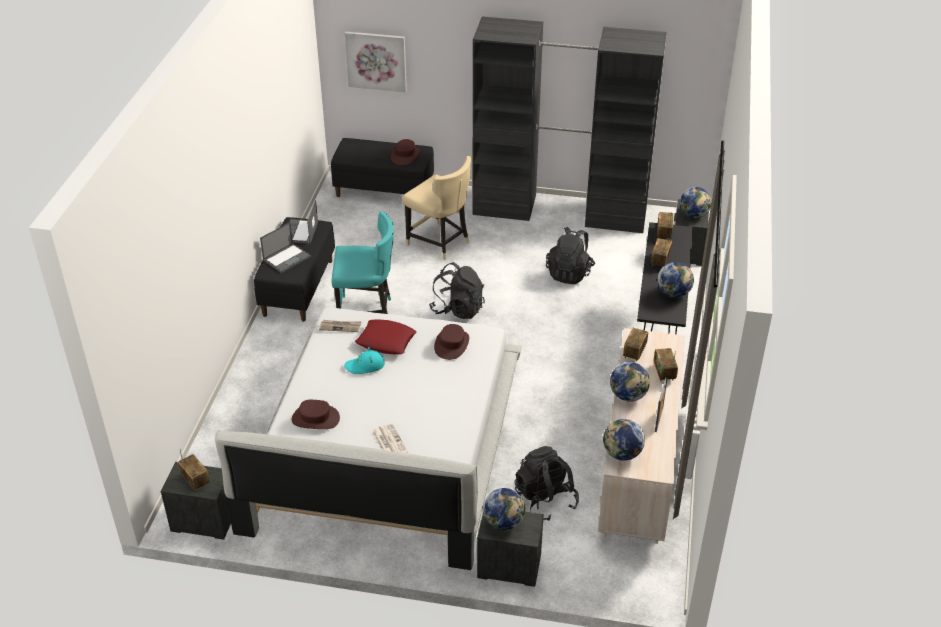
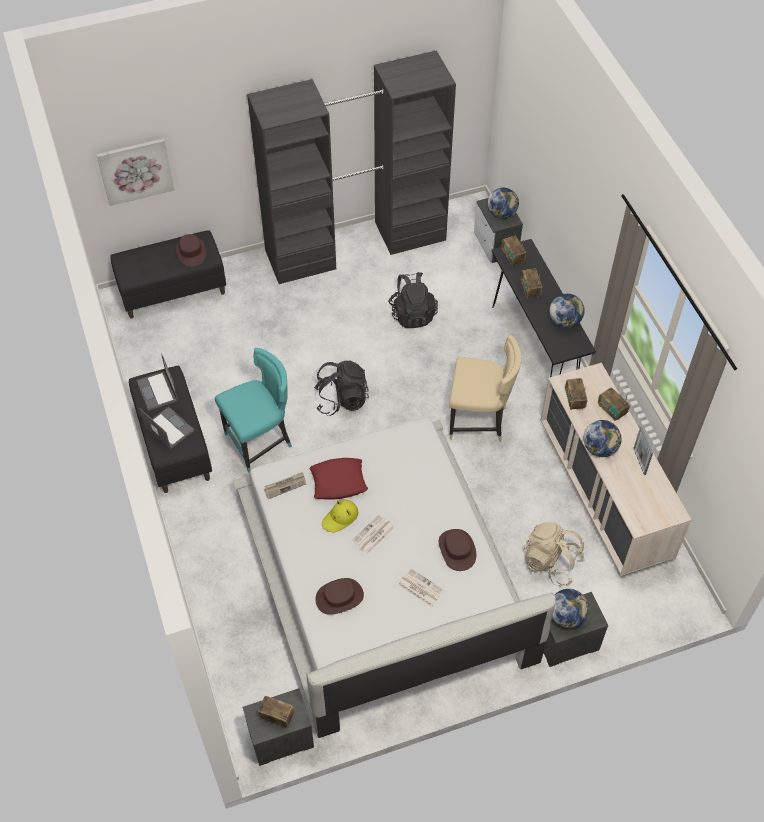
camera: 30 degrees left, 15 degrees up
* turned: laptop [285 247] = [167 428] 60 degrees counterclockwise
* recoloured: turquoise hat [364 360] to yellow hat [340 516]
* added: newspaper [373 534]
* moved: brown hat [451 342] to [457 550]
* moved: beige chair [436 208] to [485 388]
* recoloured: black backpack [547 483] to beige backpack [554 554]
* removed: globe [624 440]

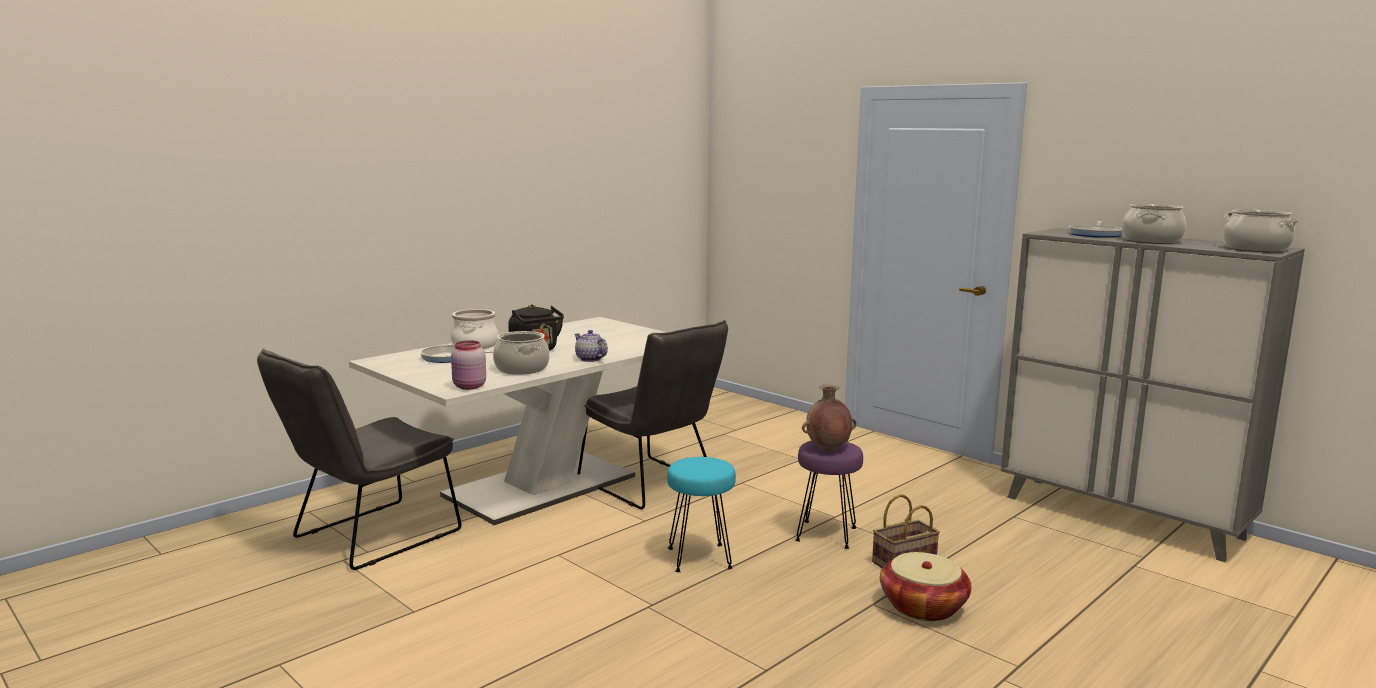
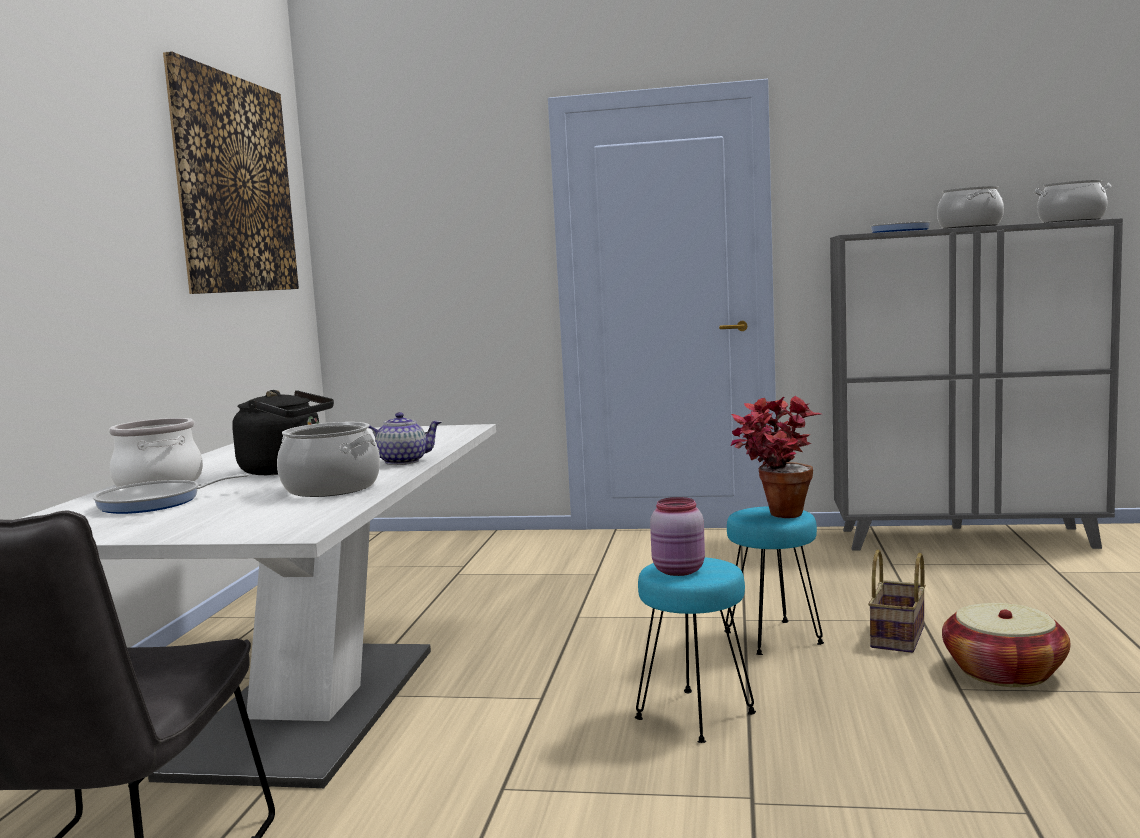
camera: 35 degrees left, 5 degrees down
* added: picture [231 172]
* turned: teapot [591 346] = [405 438] 150 degrees clockwise
* moved: pink jar [468 365] to [677 536]
* recoloured: purple stool [829 495] to turquoise stool [774 580]
* replaced: brown vase [829 418] to potted plant [776 457]
* removed: grey chair [653 414]

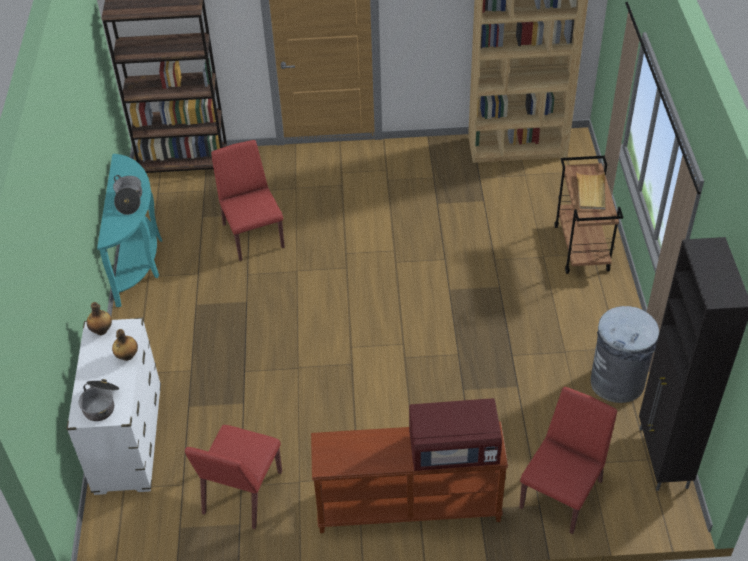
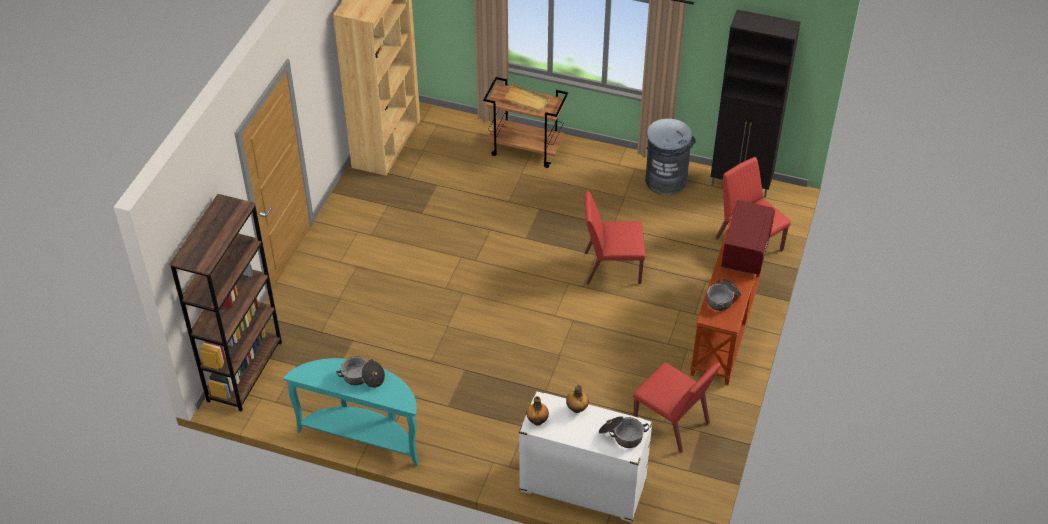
camera: 70 degrees left, 0 degrees up
* moved: red chair [248 200] to [614 237]
* added: cooking pot [724 295]

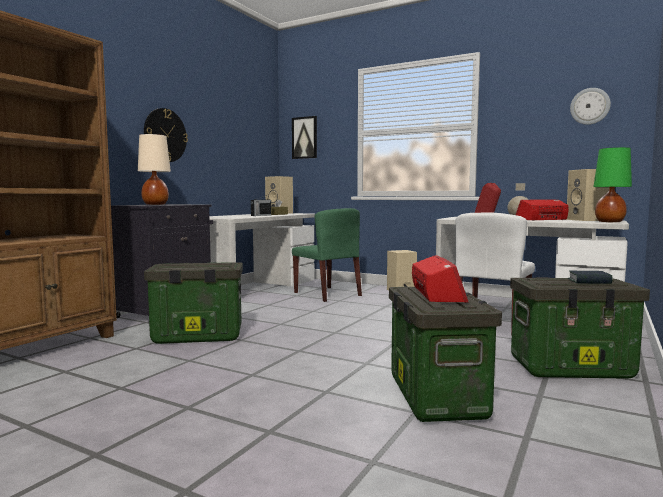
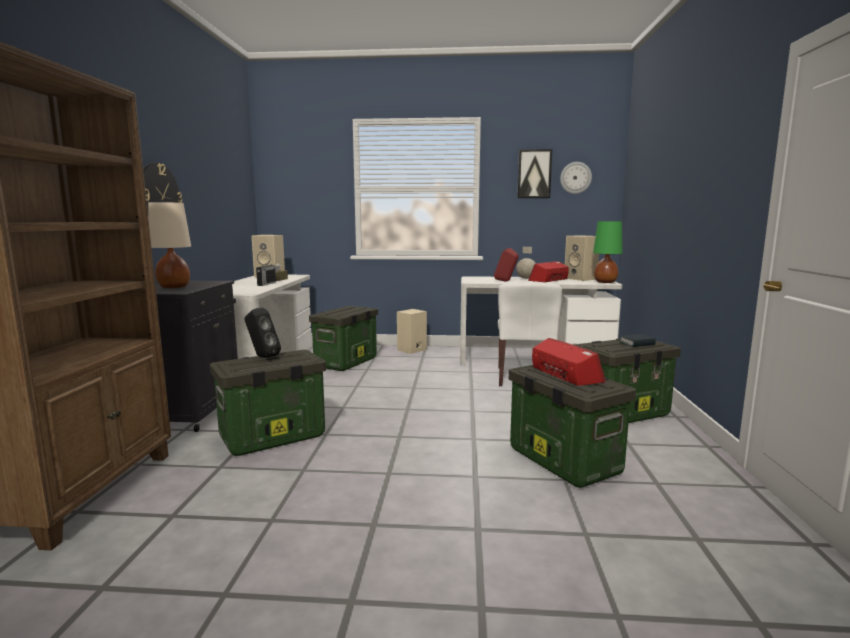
camera: 25 degrees left, 5 degrees up
* added: black speaker [263 333]
* replaced: green chair [327 255] to storage box [343 338]
* moved: picture [304 137] to [534 173]

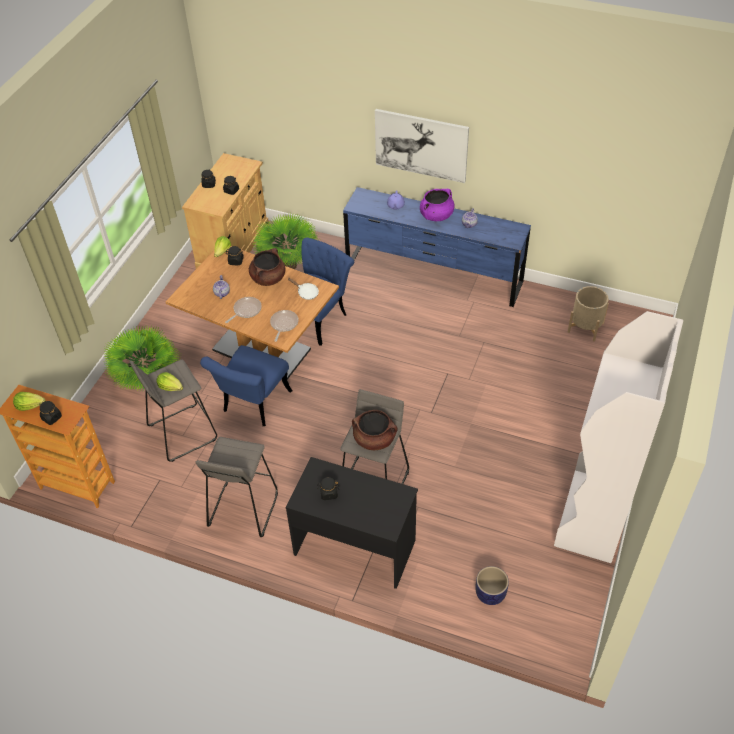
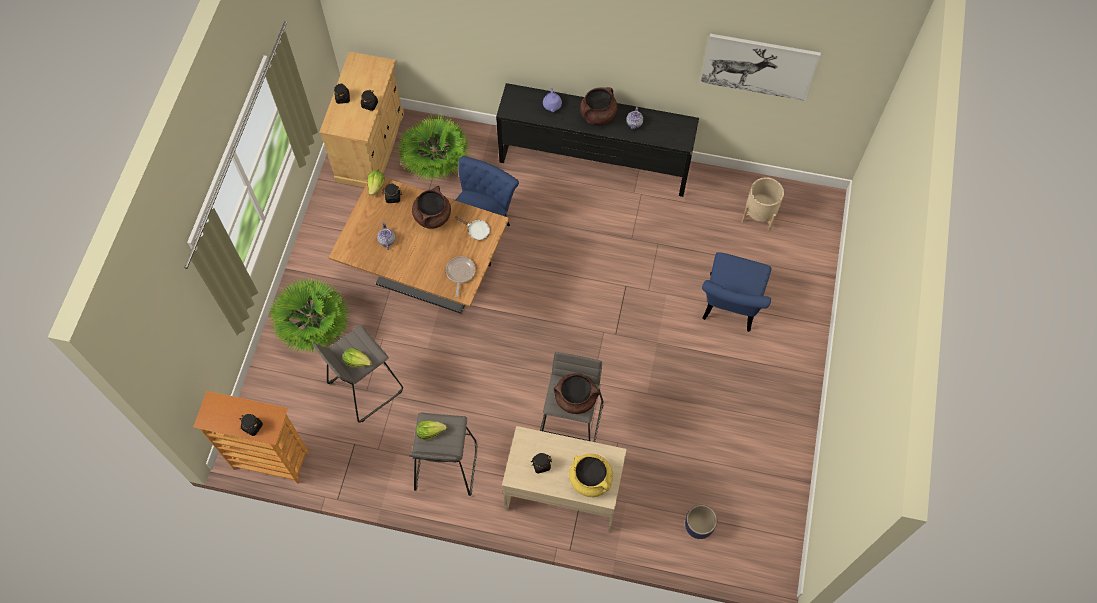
camera: 10 degrees left, 15 degrees up
* moved: lettuce [29 401] to [431 430]
* recoloured: blue dresser [437 247] to black dresser [597 140]
* recoloured: black desk [351 523] to beige desk [564 479]
* added: yellow cooking pot [591 475]
* recoloured: purple cooking pot [437 205] to brown cooking pot [599 106]
* moved: picture [422 146] to [760 67]
* moved: blue chair [246 385] to [737 292]
* removed: frying pan [243 310]
* removed: white bookcase [618 437]

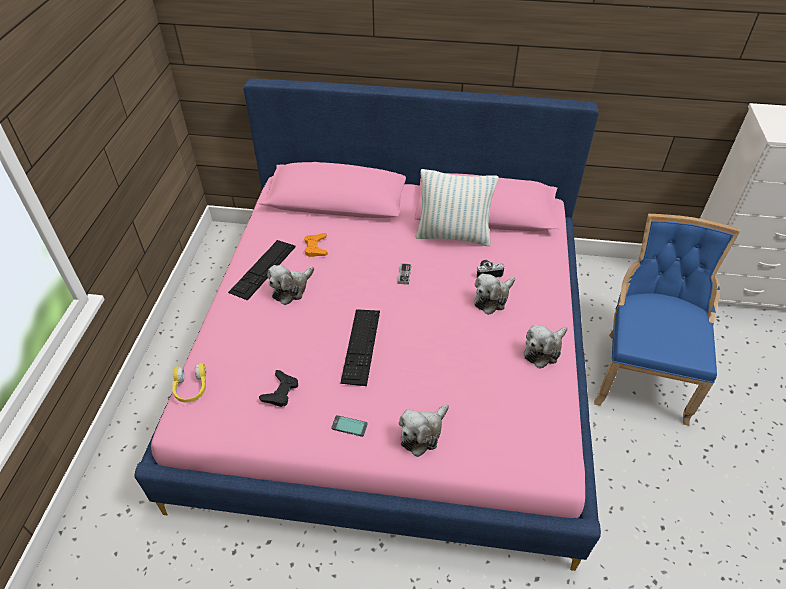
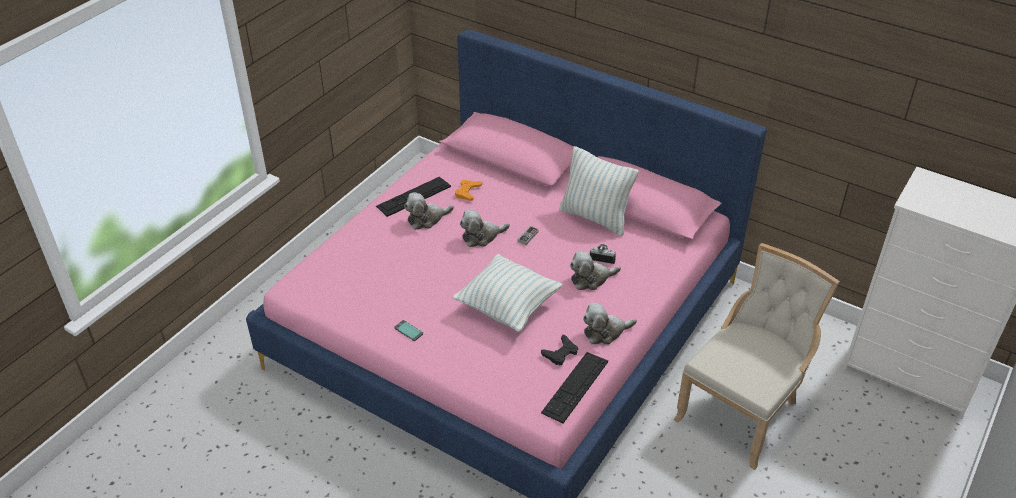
camera: 25 degrees right, 5 degrees down
* added: pillow [508 293]
* moved: plush toy [424 430] to [485 228]
* moved: black game controller [278 388] to [559 350]
* moved: keyboard [360 347] to [574 388]
* recoloured: blue chair [667 320] to beige chair [756 356]
* removed: yellow headphones [189 383]

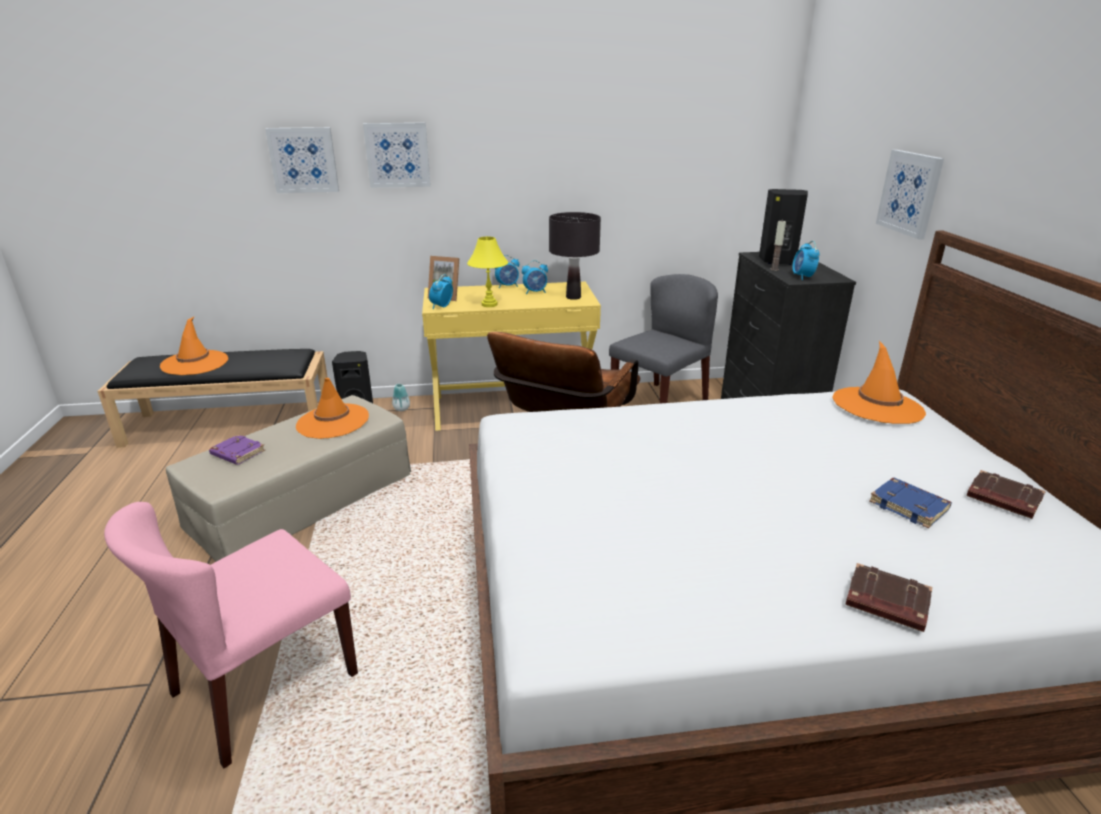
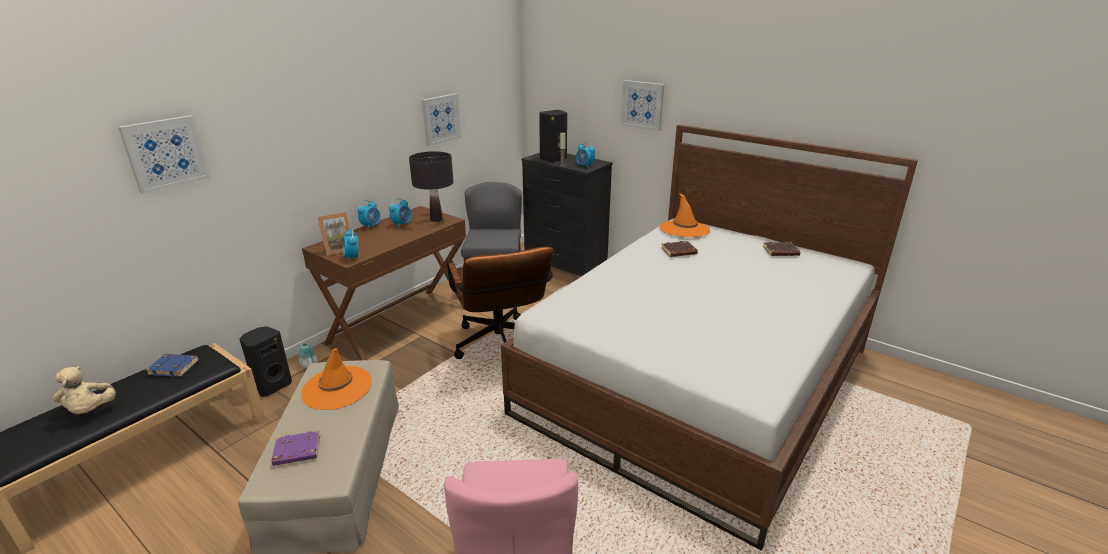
camera: 45 degrees left, 0 degrees up
* replaced: orange hat [194 345] to beige plush toy [84 390]
* moved: blue book [910 502] to [172 365]
* recoloured: yellow desk [511 356] to brown desk [384 283]
* moved: picture [397 155] to [441 119]
* moved: brown book [889 597] to [679 249]
* removed: yellow table lamp [487 272]

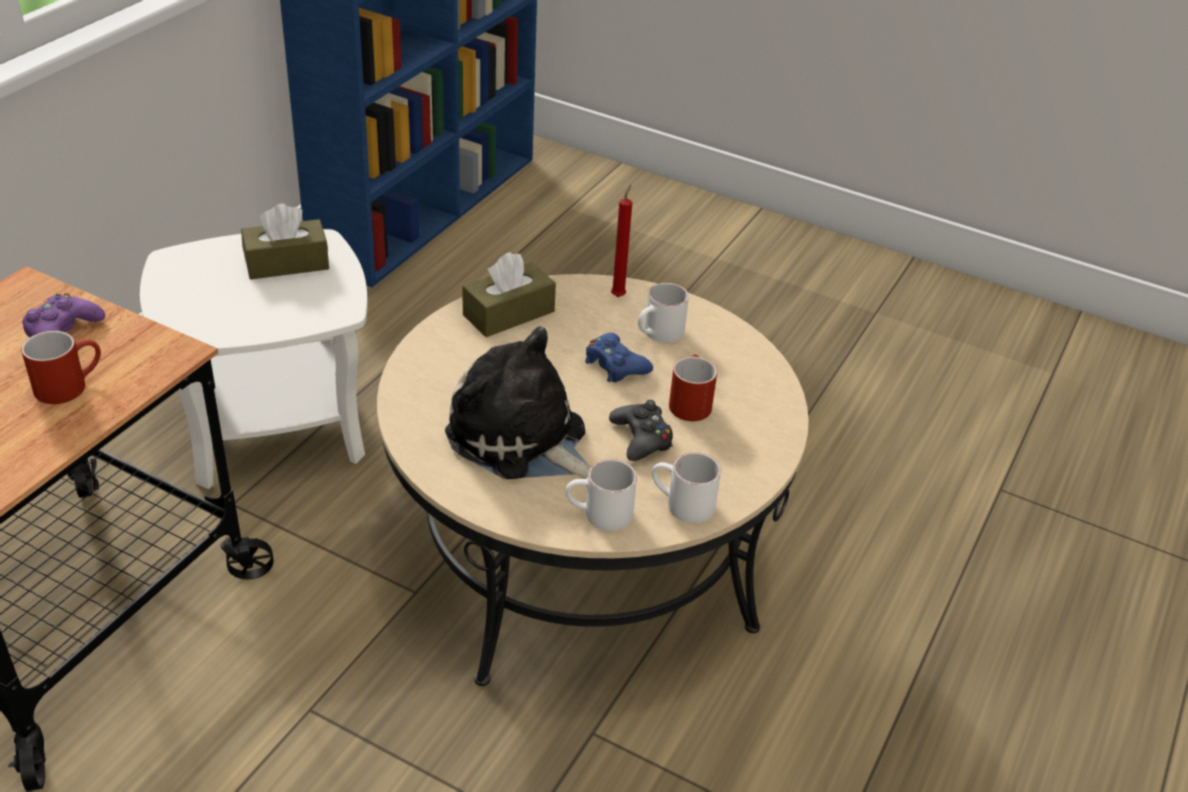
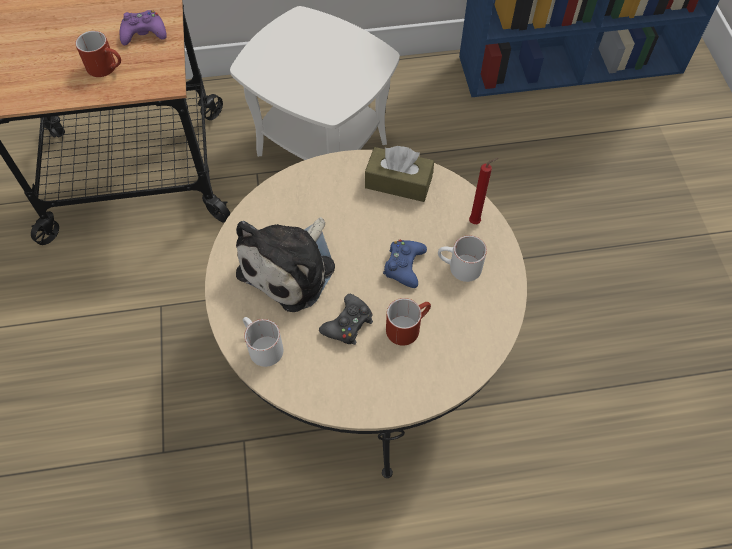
camera: 55 degrees right, 20 degrees up
* turned: plush toy [518 403] = [285 264] 150 degrees counterclockwise
* removed: brown tissue box [285 241]
* removed: white mug [686 487]

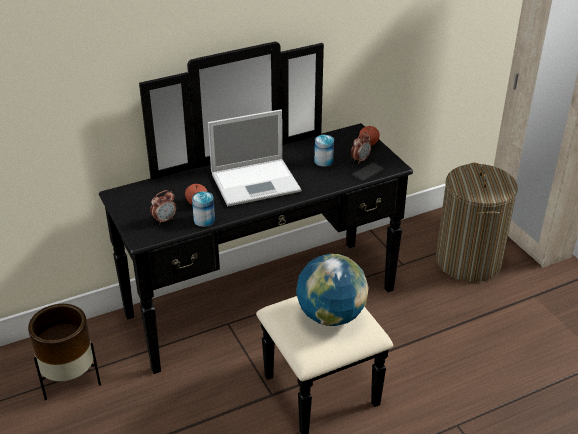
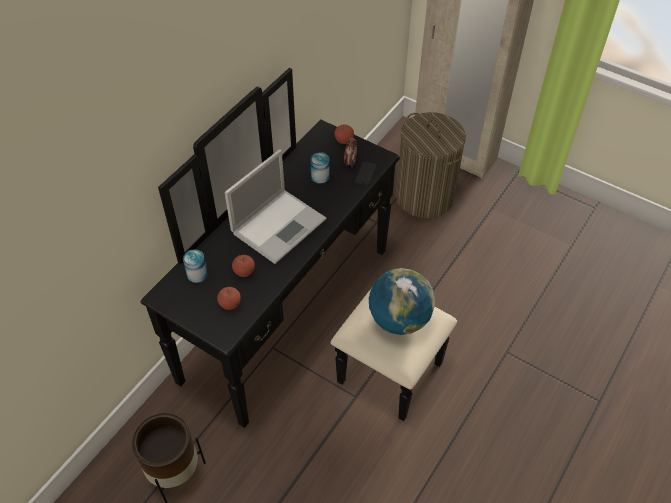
camera: 30 degrees left, 15 degrees up
* moved: can [203 209] to [195 266]
* replaced: alarm clock [163 207] to apple [229 298]

